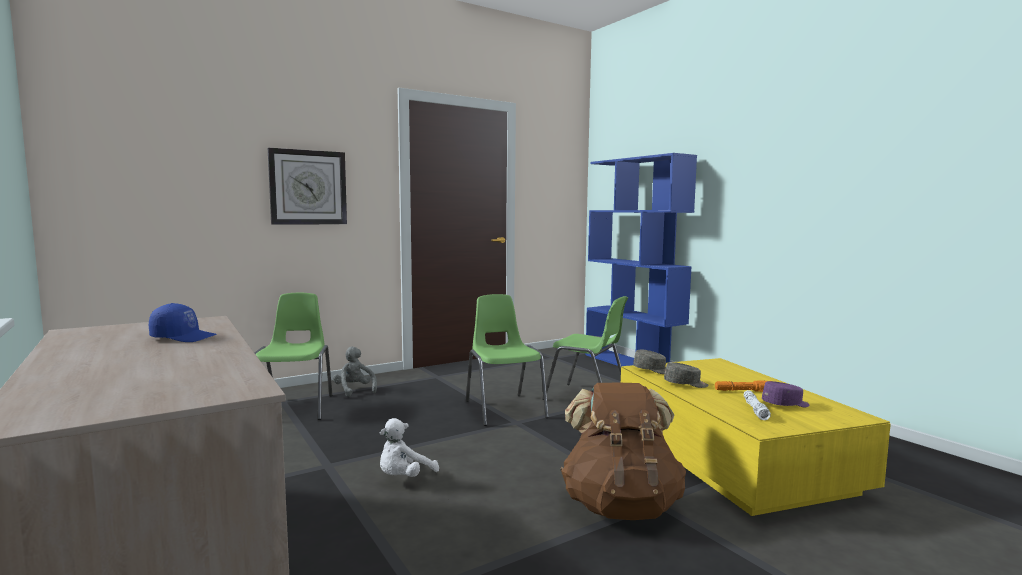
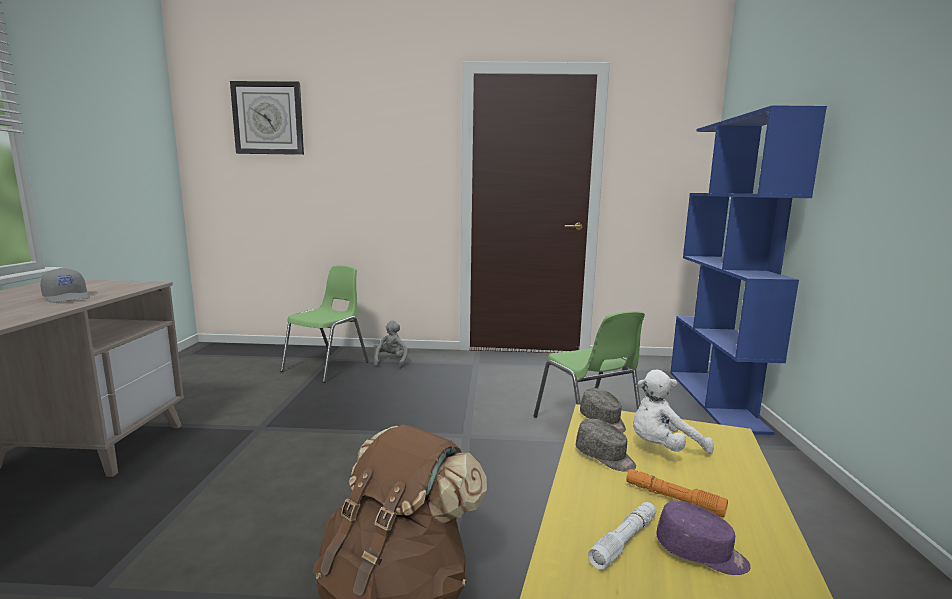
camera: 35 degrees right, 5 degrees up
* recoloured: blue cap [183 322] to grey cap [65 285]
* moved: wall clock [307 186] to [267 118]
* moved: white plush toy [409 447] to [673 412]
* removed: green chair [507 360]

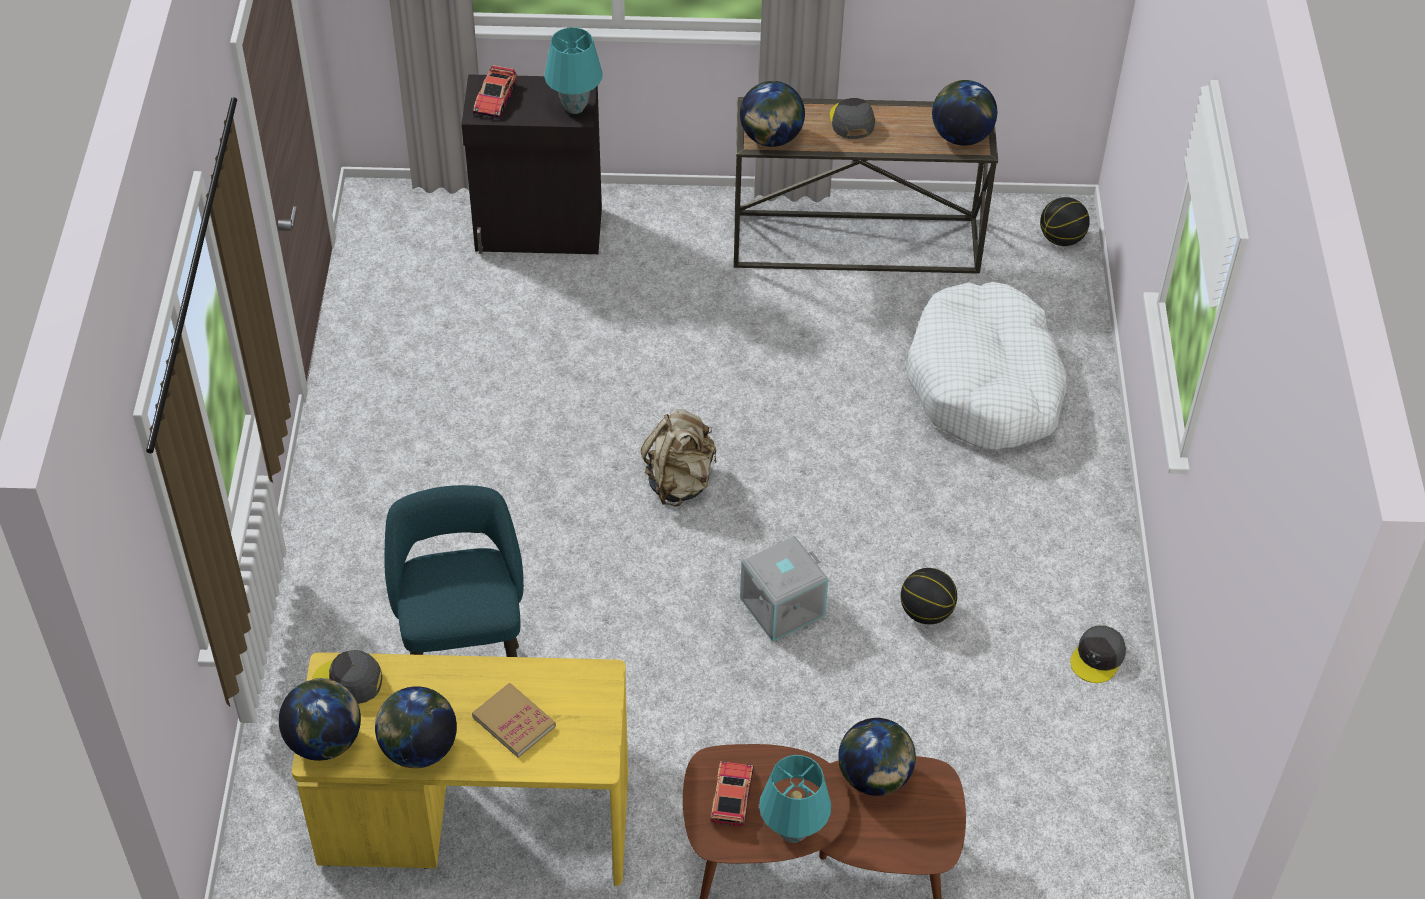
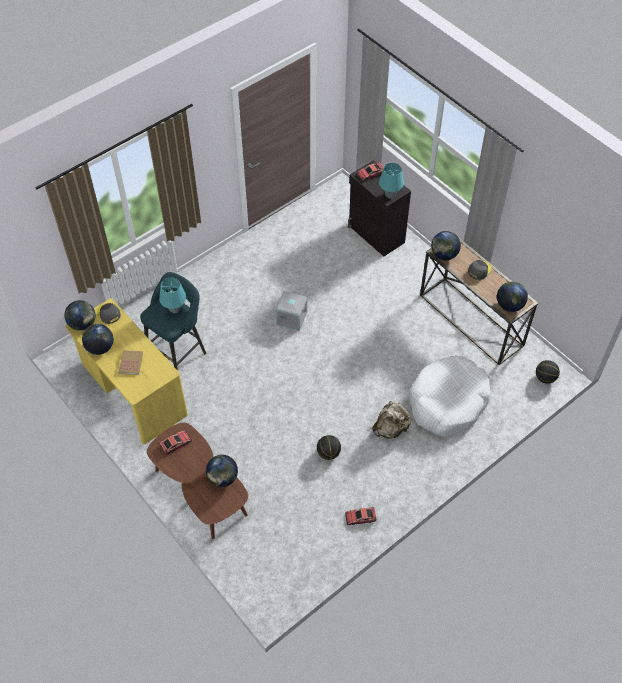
camera: 50 degrees right, 5 degrees up
* moved: turquoise table lamp [795 799] to [172 295]
* moved: grey storage box [784 589] to [291 311]
* replaced: grey cap [1098 654] to toy car [360 516]
* moved: beige backpack [678 458] to [391 420]

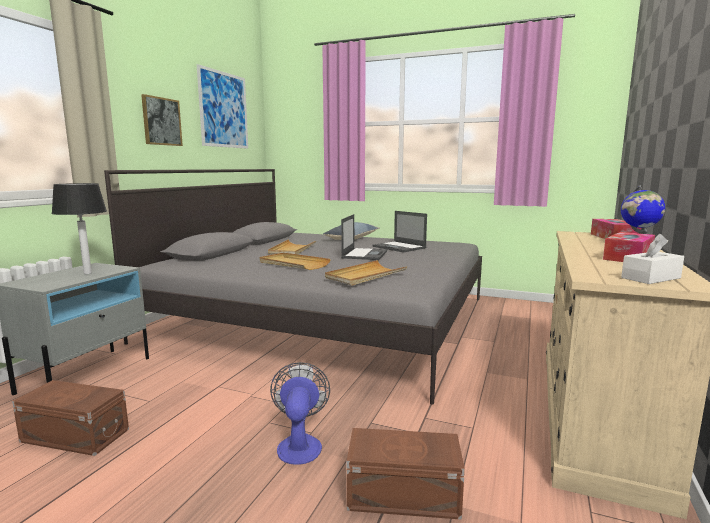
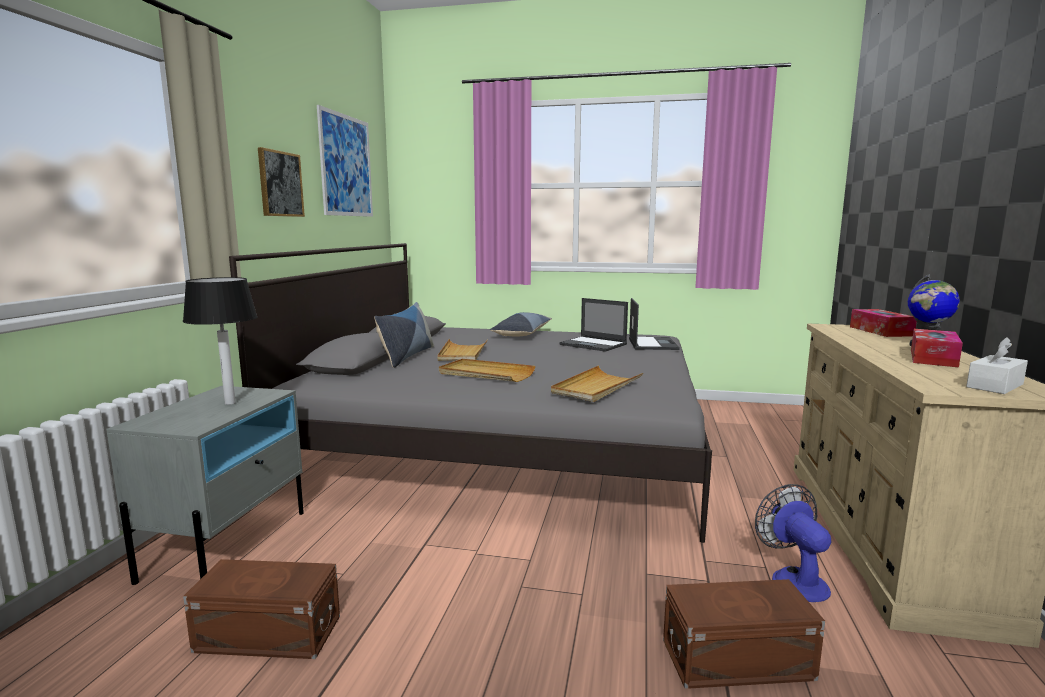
camera: 10 degrees left, 0 degrees up
* added: pillow [404 335]
* moved: laptop [364 237] to [654 324]
* moved: fan [300 413] to [793 543]

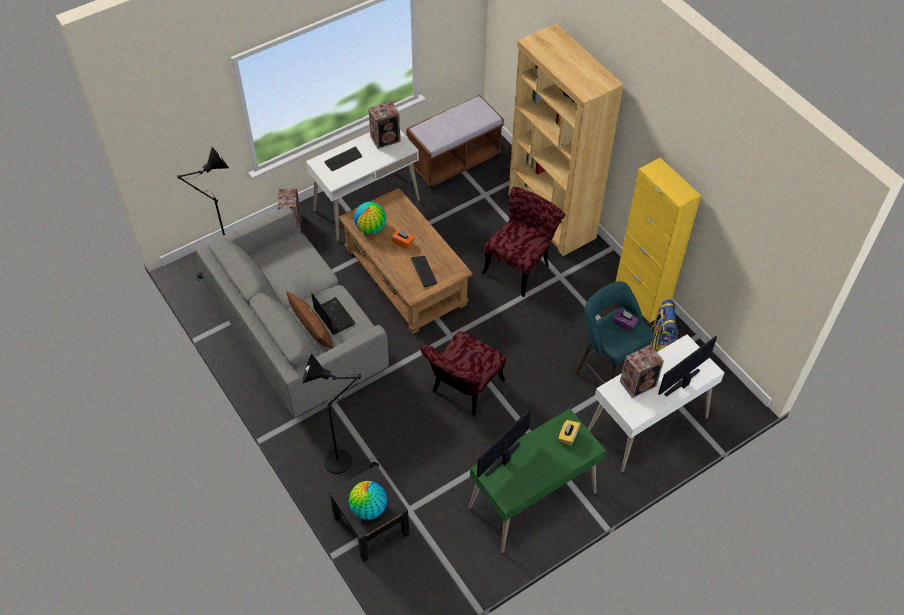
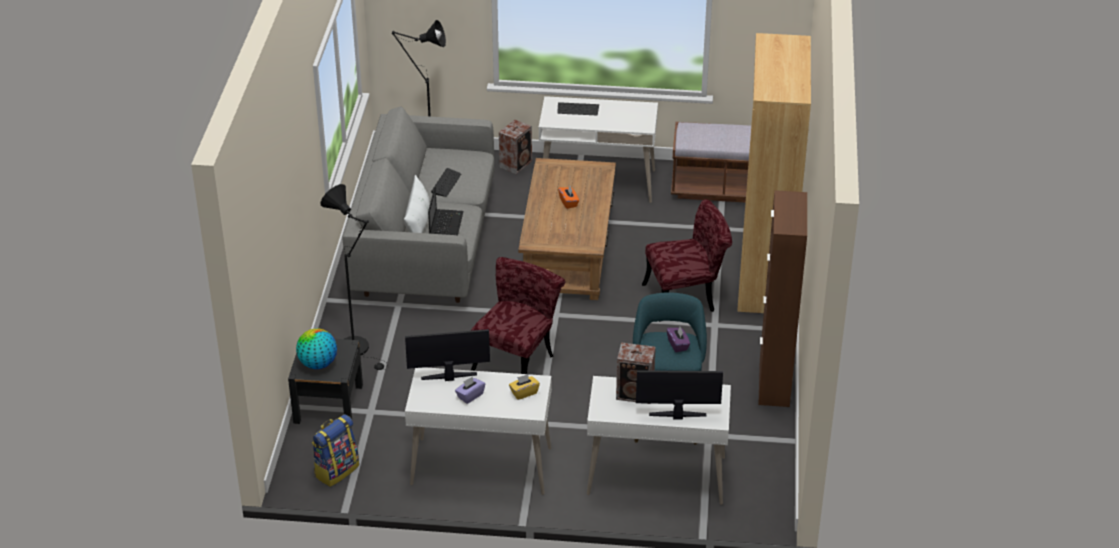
camera: 40 degrees right, 15 degrees down
* moved: backpack [664 325] to [335 450]
* recoloured: brown pillow [310 320] to white pillow [417 204]
* recoloured: green desk [537 480] to white desk [478 431]
* moved: keyboard [424 271] to [446 182]
* added: purple tissue box [470 390]
* turned: red chair [463 373] = [518 315] 135 degrees clockwise
* recoloured: yellow cabinet [658 240] to brown cabinet [782 298]
* removed: globe [370 218]
* removed: speaker [384 125]

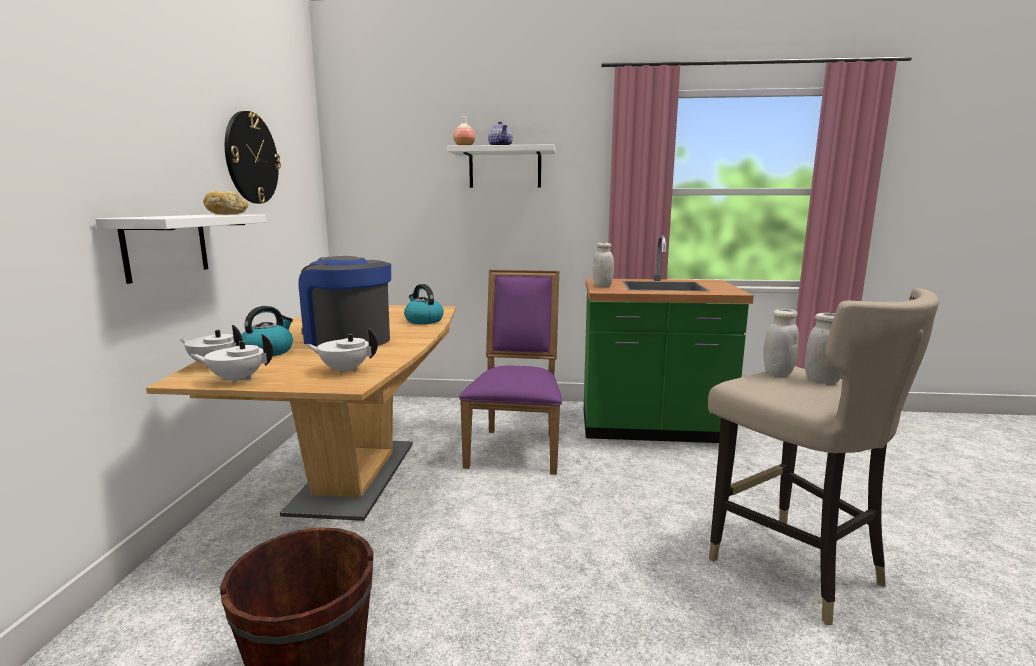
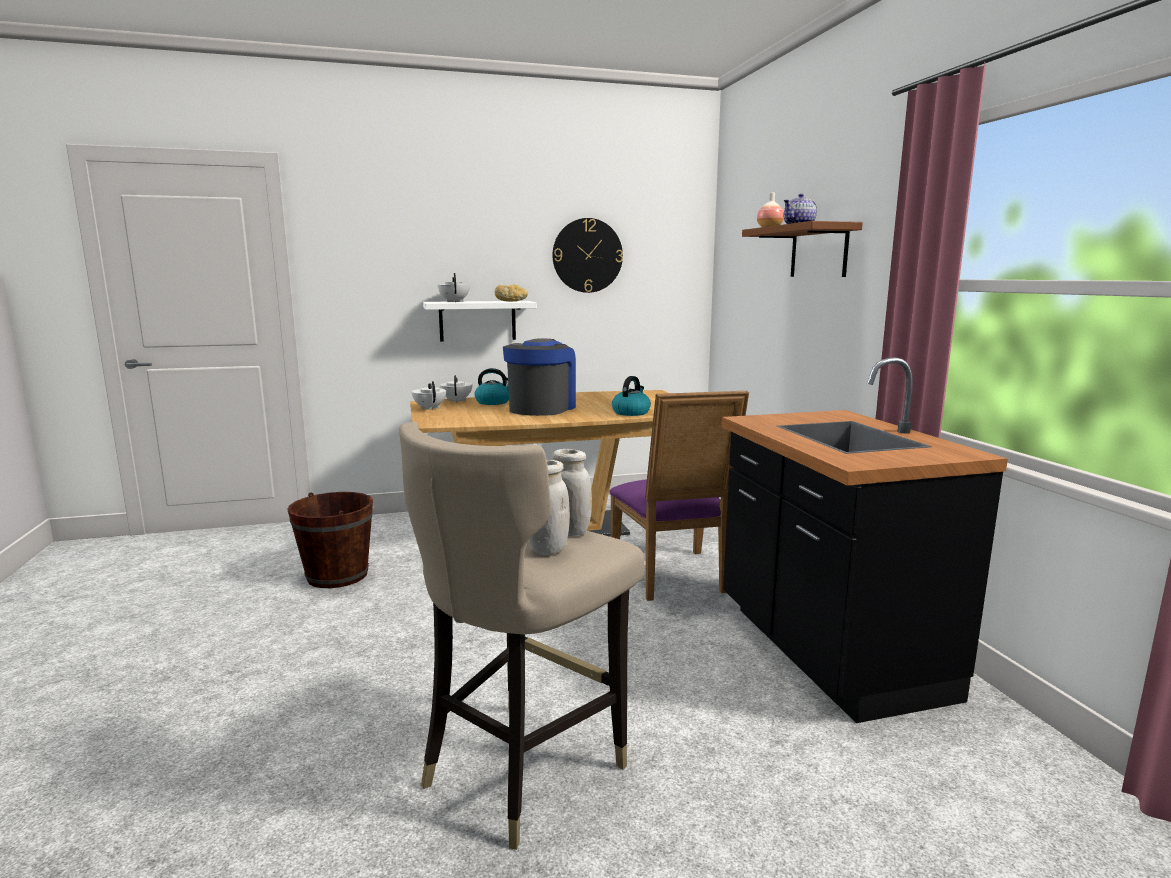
camera: 70 degrees right, 0 degrees up
* moved: white teapot [342 351] to [454 287]
* turned: purple chair [510 372] = [679 496] 90 degrees clockwise
* recoloured: green counter [669 339] to black counter [865 540]
* recoloured: white shelf [501 166] to brown shelf [802 249]
* removed: white jar [603 264]

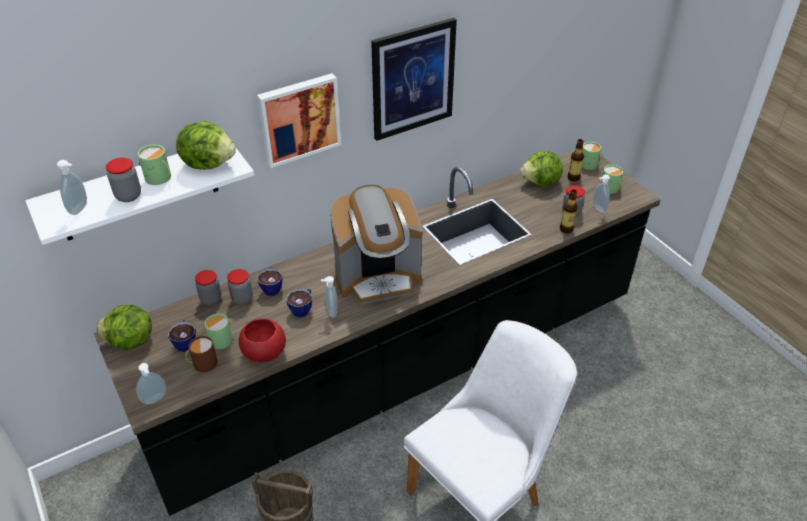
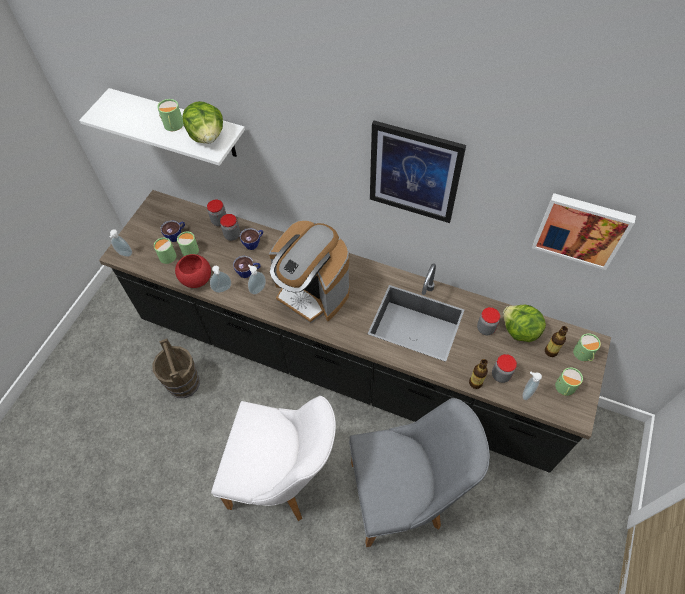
camera: 55 degrees right, 15 degrees up
* recoloured: brown mug [201 354] to green mug [165 251]
* moved: soap dispenser [72 187] to [220 279]
* added: grey chair [419 472]
* moved: jar [123 180] to [488 321]
* moved: picture [299 120] to [584 231]
* removed: lettuce [124 327]

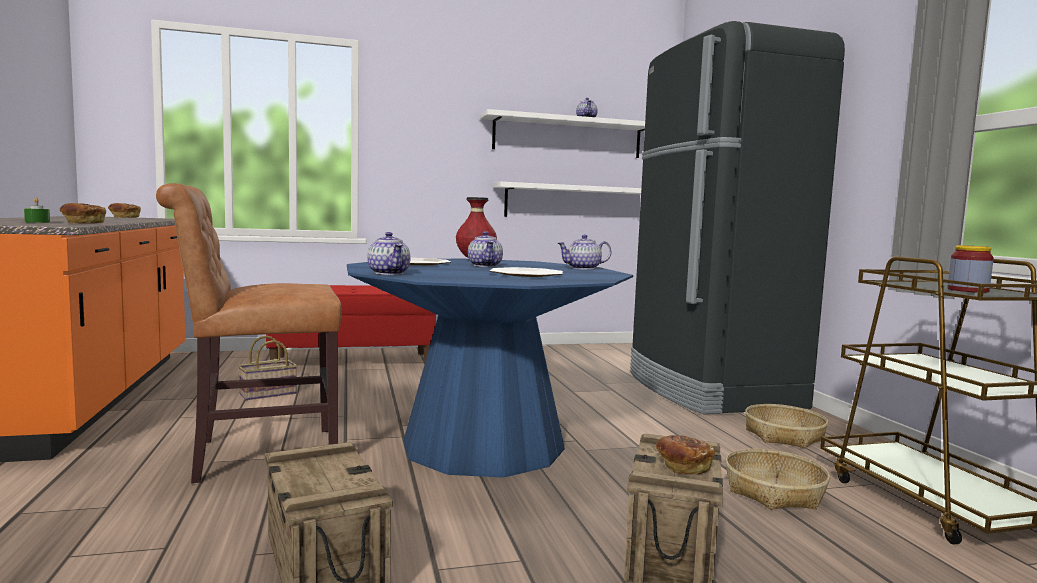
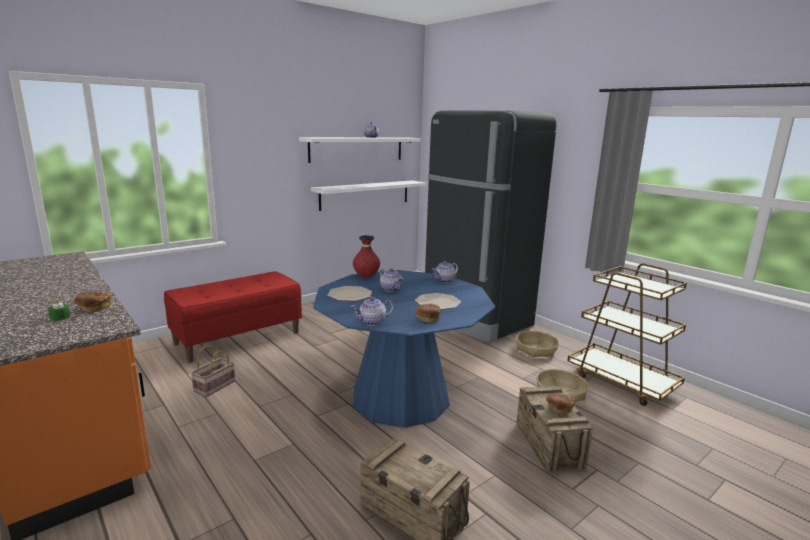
camera: 25 degrees left, 10 degrees up
* turned: teapot [388 253] = [372 311] 120 degrees clockwise
* moved: bread [124 210] to [428 313]
* removed: brown chair [249 333]
* removed: jar [971 269]

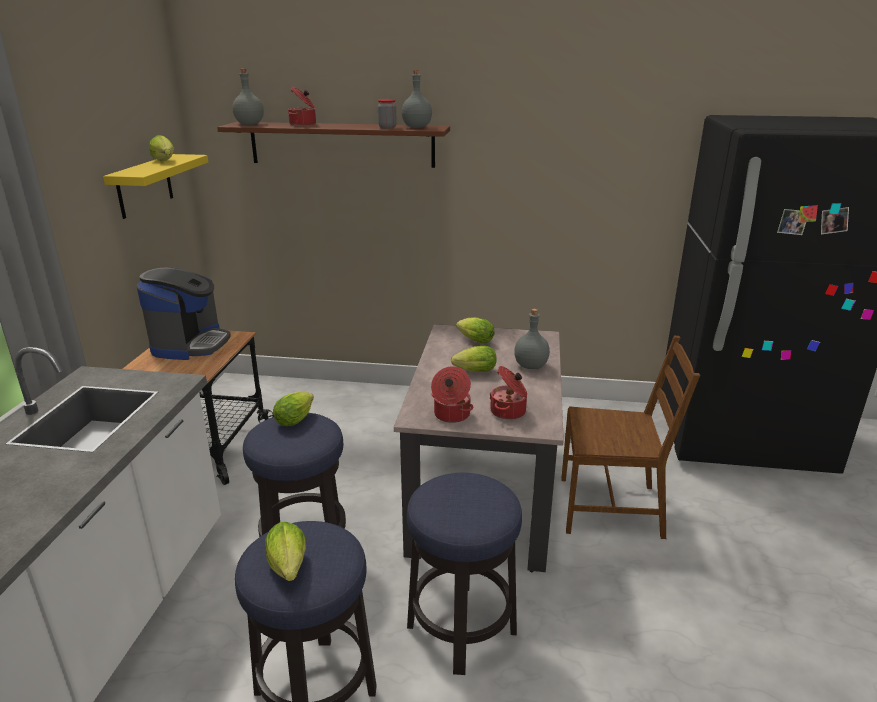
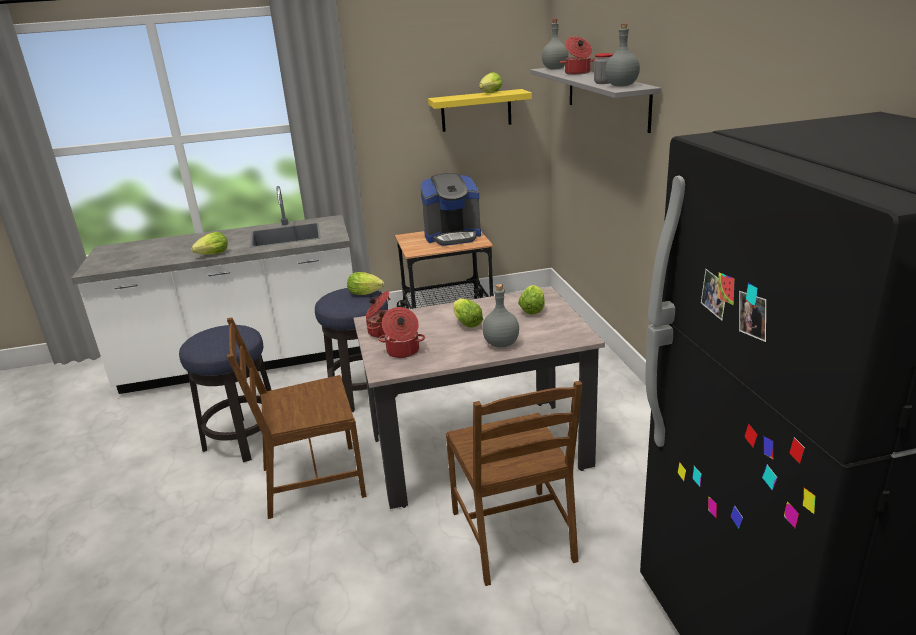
camera: 70 degrees right, 0 degrees up
* moved: lettuce [285 551] to [209 243]
* replaced: stool [464 574] to brown chair [296 418]
* recoloured: brown shelf [333 145] to grey shelf [596 99]

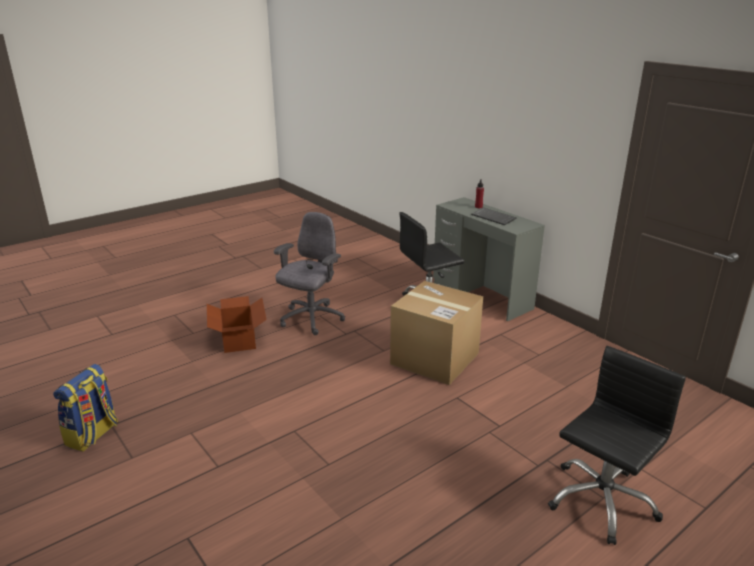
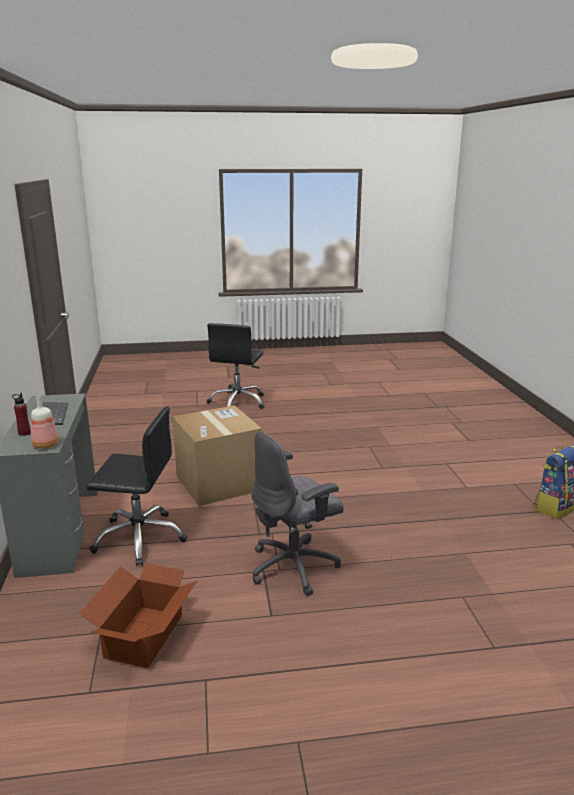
camera: 150 degrees left, 5 degrees down
* added: bottle [45 422]
* moved: cardboard box [237 324] to [138 615]
* turned: black office chair [617 445] = [235 366] 60 degrees counterclockwise

